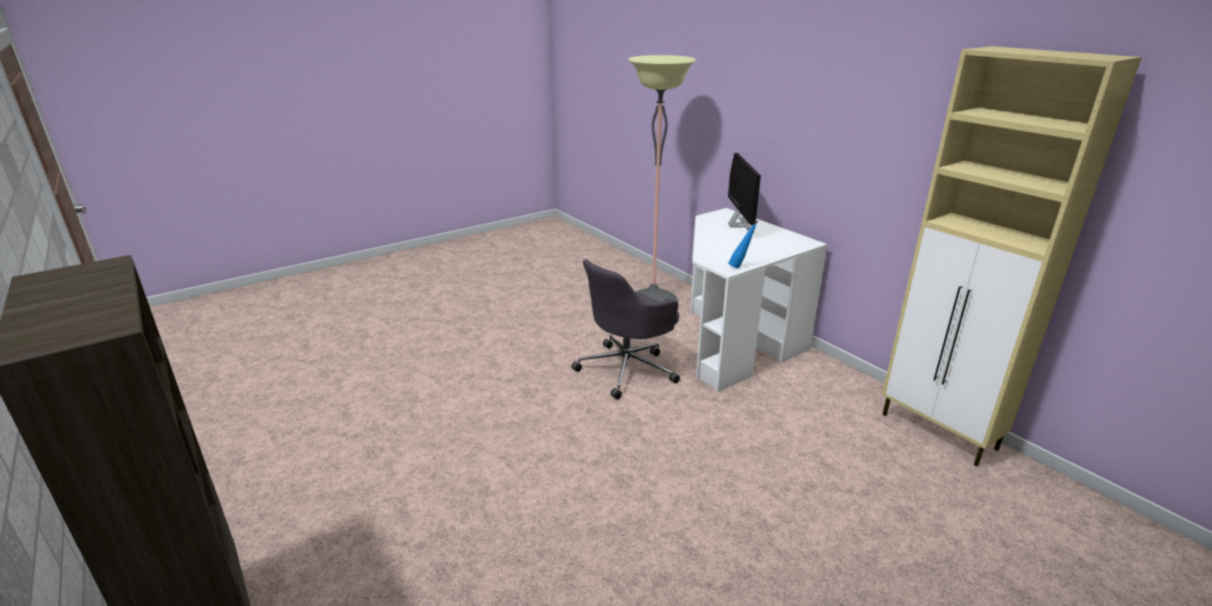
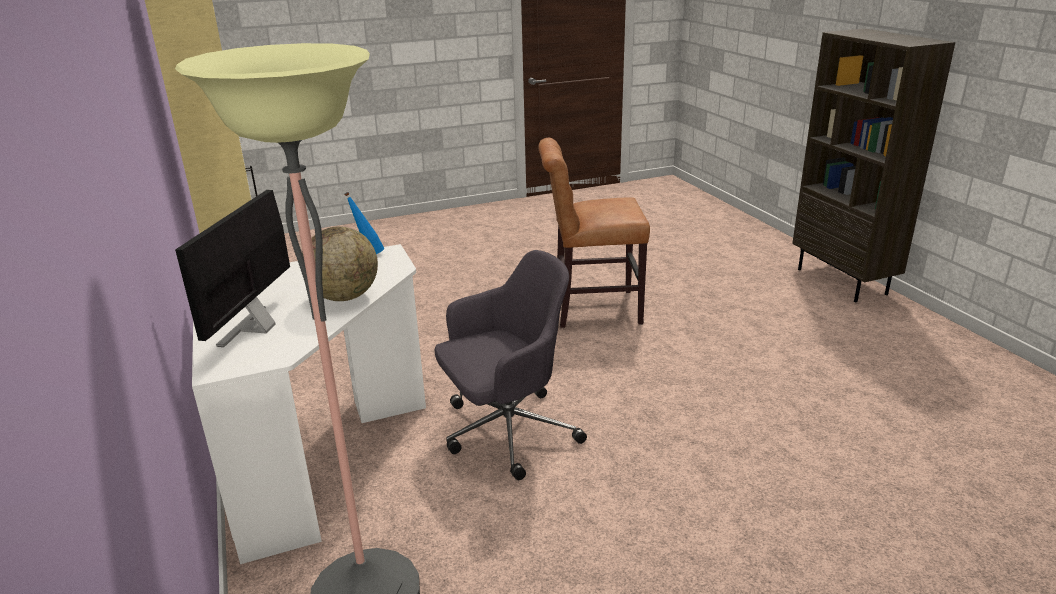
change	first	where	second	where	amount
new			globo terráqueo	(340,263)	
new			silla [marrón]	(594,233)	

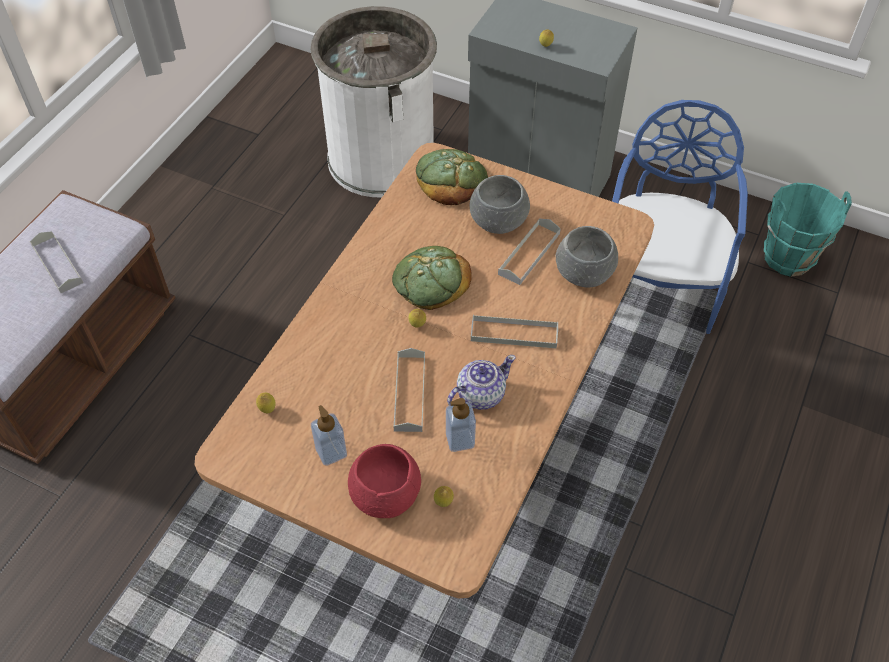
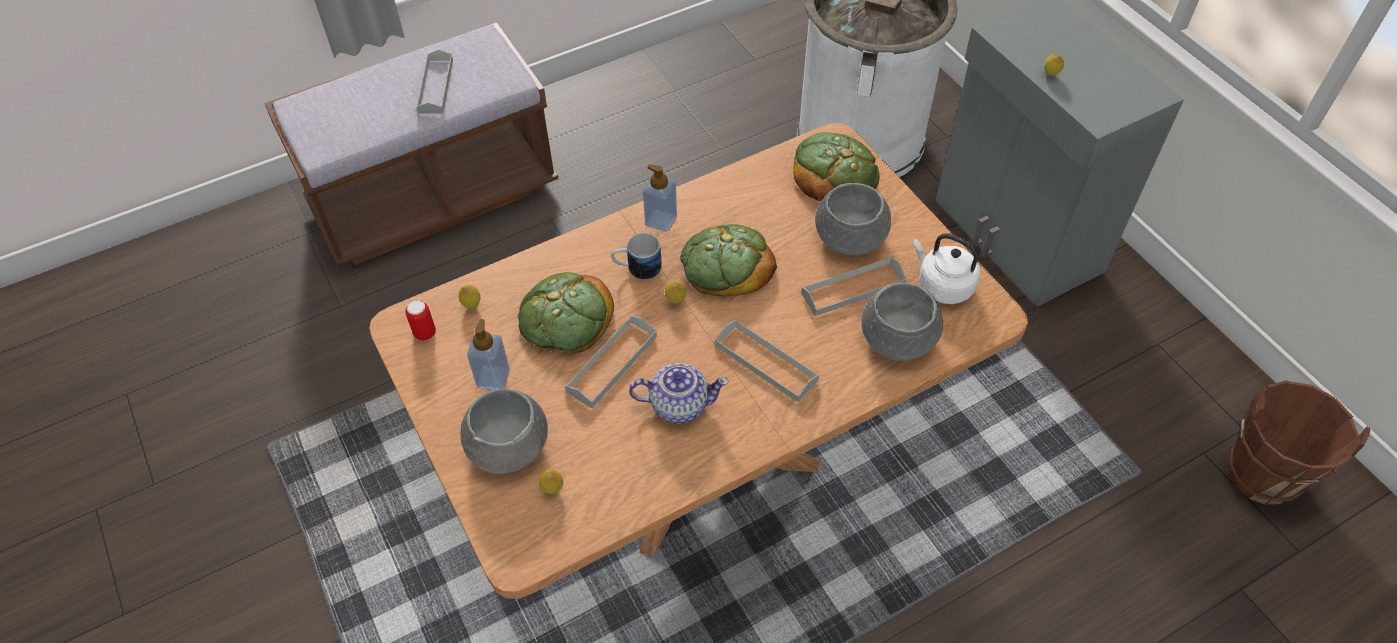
change	first	where	second	where	amount
new			lata	(420,320)	
repainted	cuenco [rojo]	(384,481)	cuenco [gris]	(504,431)	
new			pan	(566,313)	
new			taza grande	(636,256)	
shifted	dispensador de jabón	(461,425)		(660,198)	
new			hervidor [blanco]	(946,268)	
repainted	cubo [turquesa]	(808,229)	cubo [marrón]	(1299,442)	
gone	silla [azul]	(680,217)			

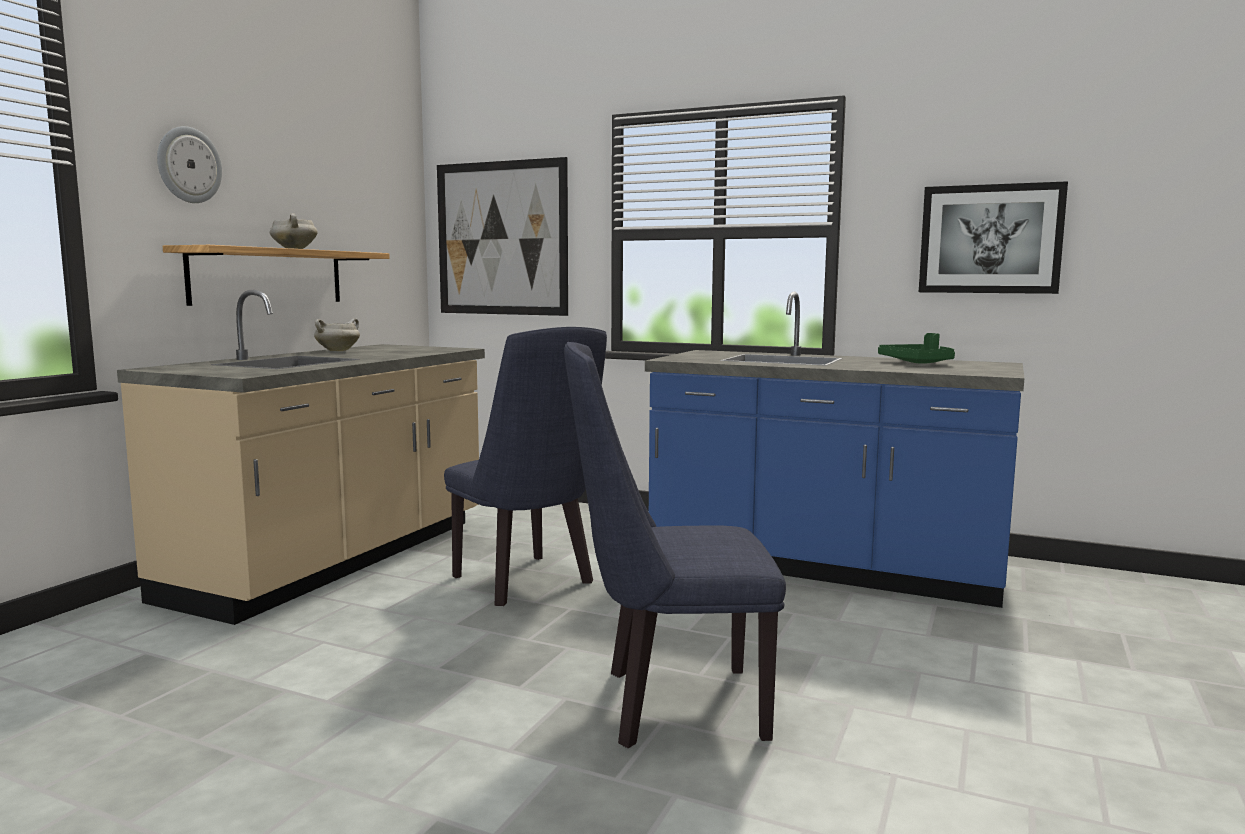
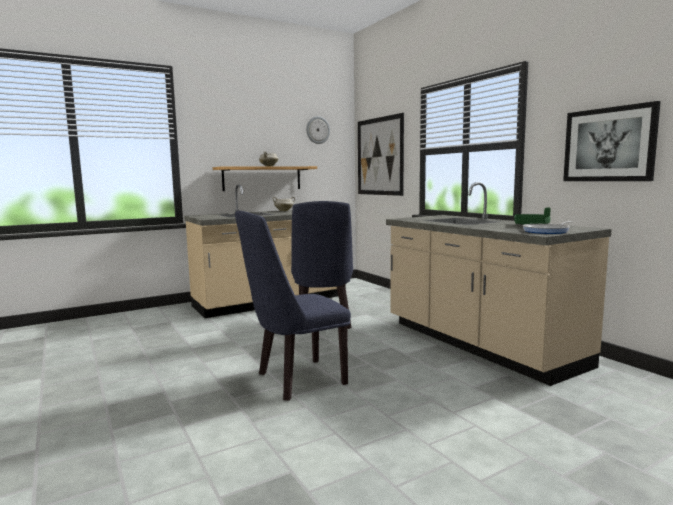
change	first	where	second	where	amount
rotated	silla [azul]	(675,545)		(293,306)	60 degrees counterclockwise
shifted	reloj de pared	(189,164)		(318,130)	
repainted	mueble bajo de cocina [azul]	(834,450)	mueble bajo de cocina [beis]	(499,284)	
new			sartén	(548,227)	

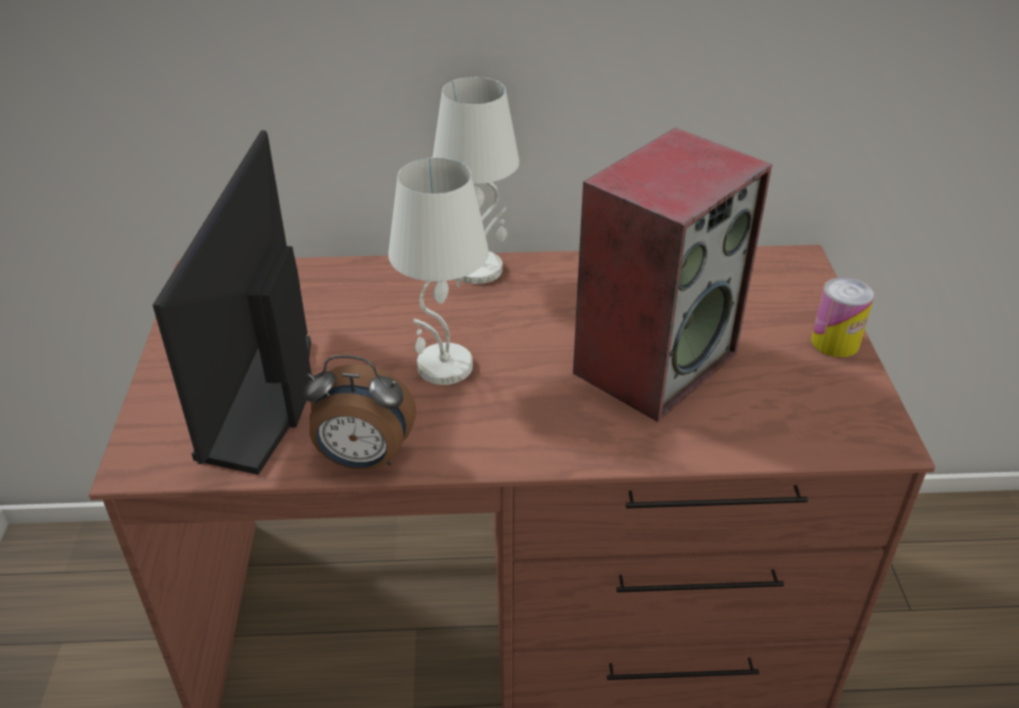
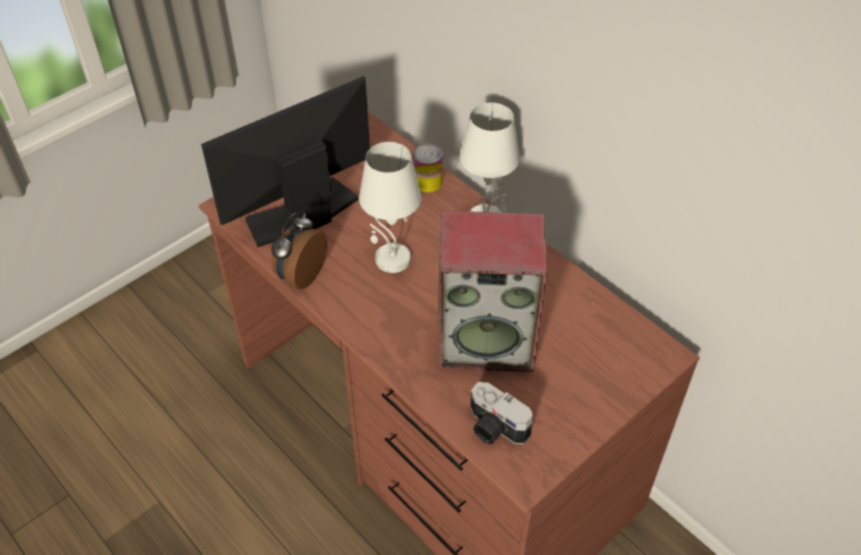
change	first	where	second	where	amount
rotated	despertador	(360,412)		(299,251)	60 degrees clockwise
shifted	lata	(842,317)		(428,168)	
new			cámara	(502,413)	

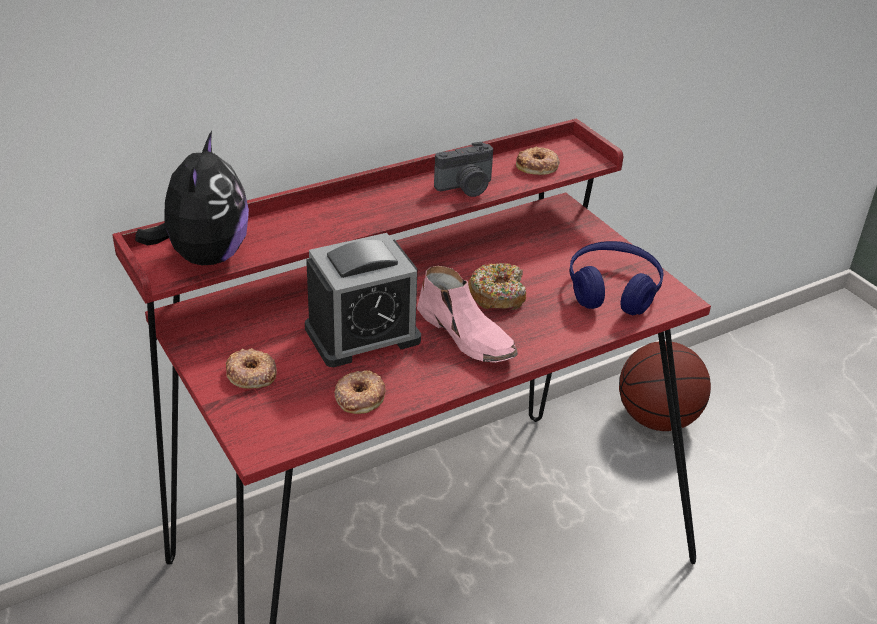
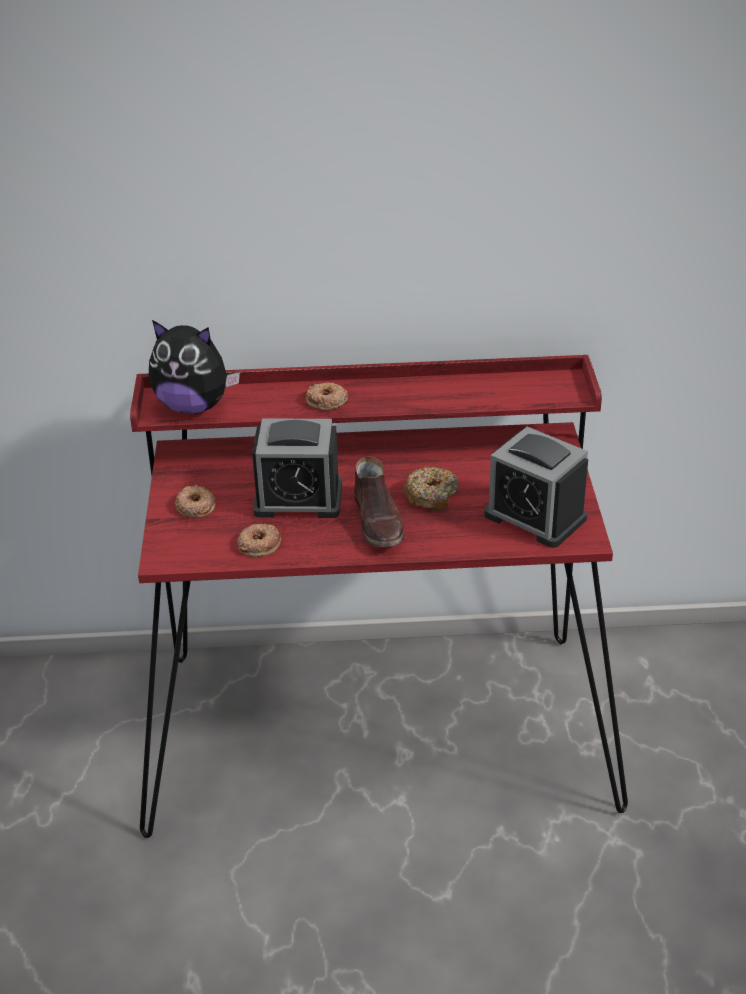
change	first	where	second	where	amount
rotated	peluche	(192,198)		(194,367)	75 degrees clockwise
shifted	rosquilla	(538,161)		(327,396)	
repainted	zapato [rosa]	(467,314)	zapato [marrón]	(379,501)	
swapped	auriculares [azul]	(617,278)	despertador	(536,487)	
gone	cámara	(463,169)			
gone	balón de baloncesto	(665,386)			

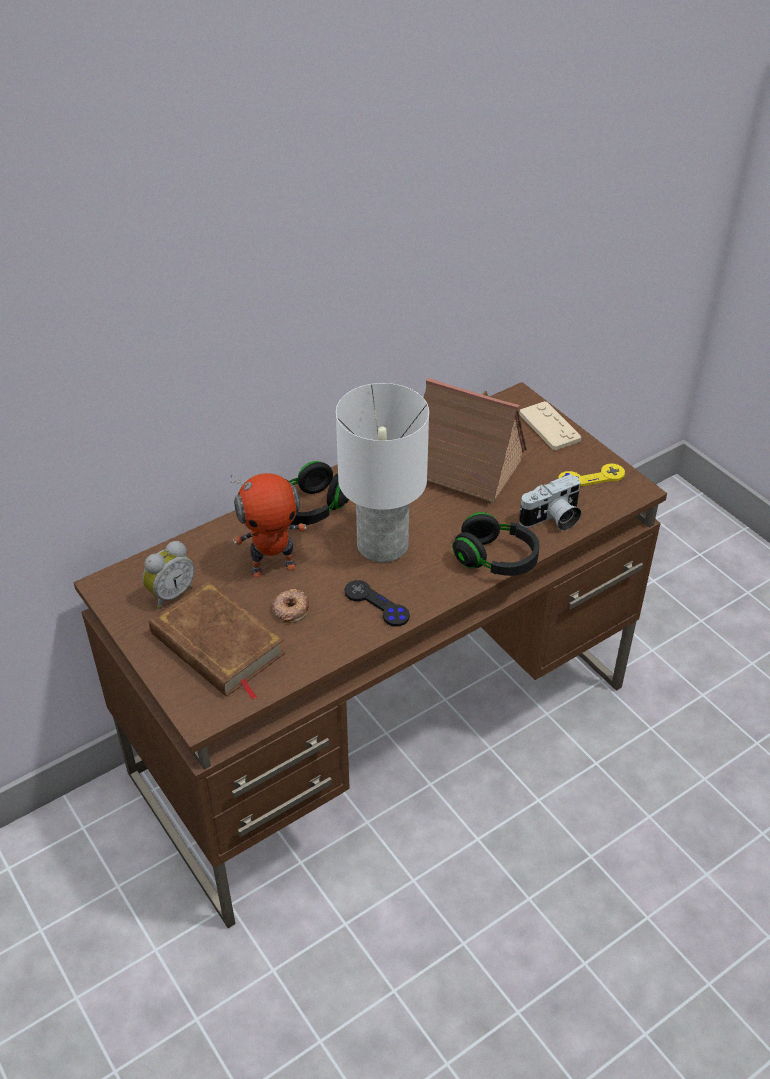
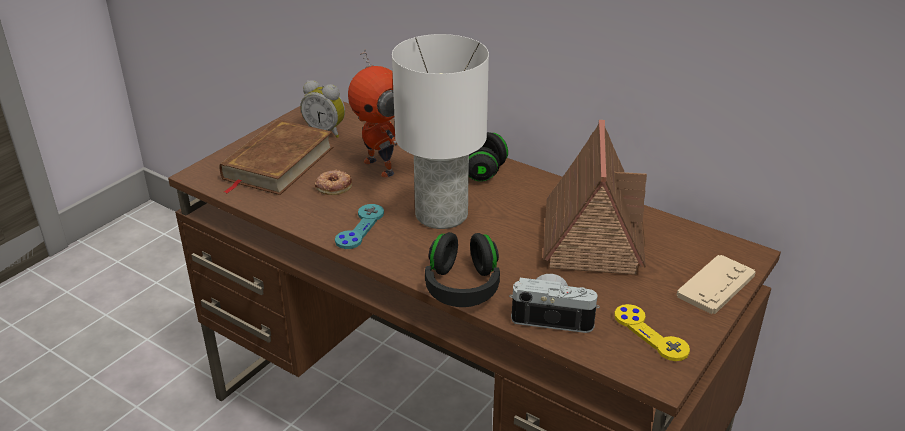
change	first	where	second	where	amount
repainted	mando de consola [negro]	(377,603)	mando de consola [turquesa]	(359,226)	
rotated	cámara	(550,502)		(554,303)	150 degrees clockwise

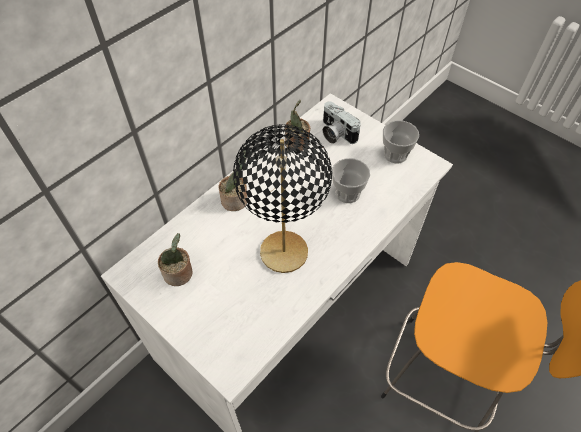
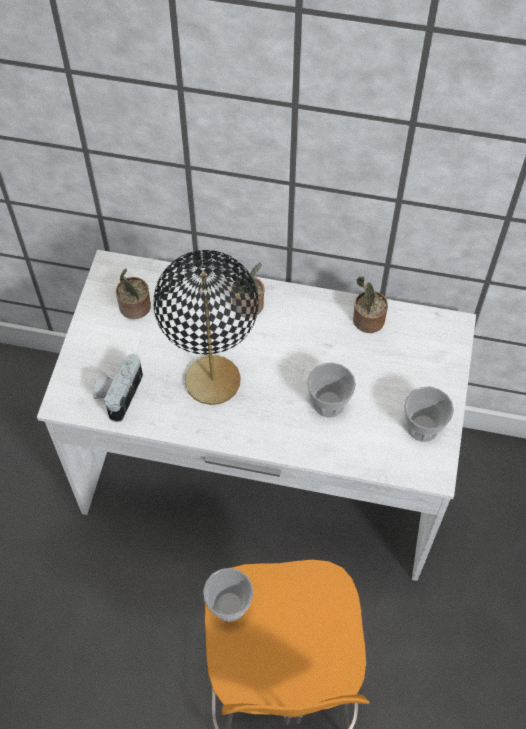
change	first	where	second	where	amount
shifted	cámara	(342,123)		(118,388)	
new			taza	(228,595)	

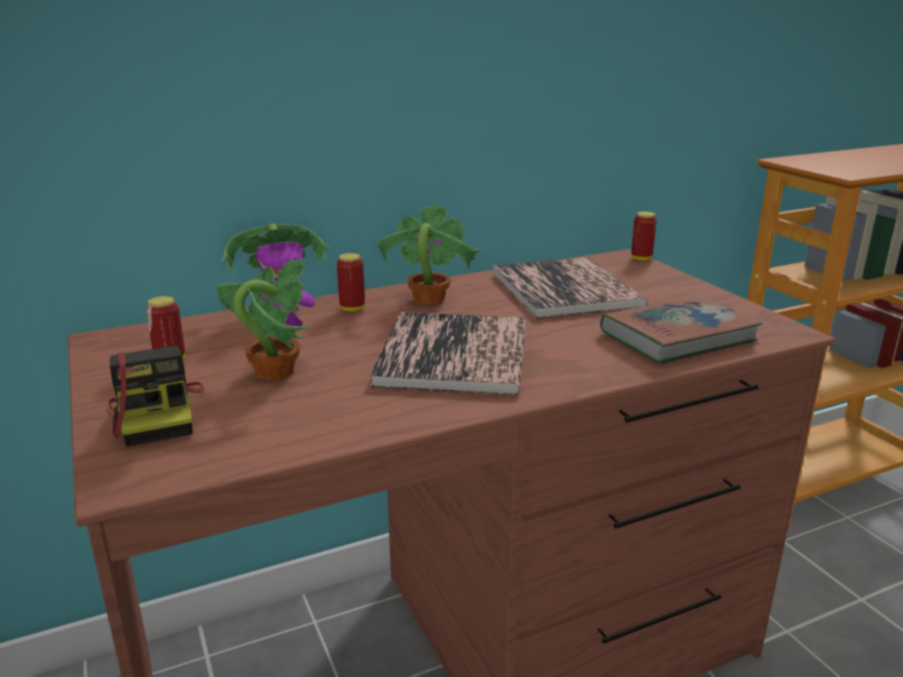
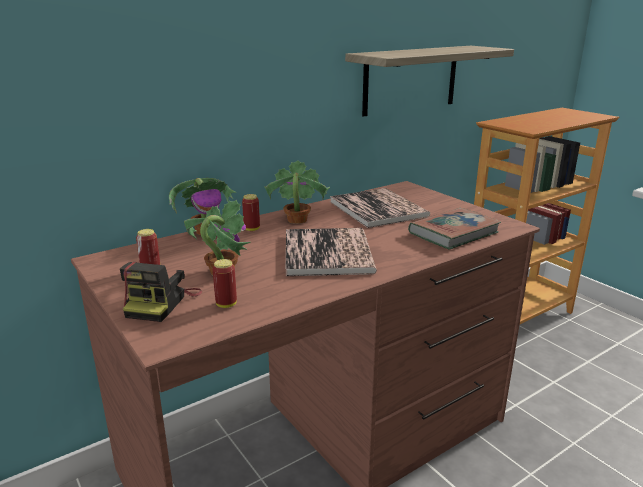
change	first	where	second	where	amount
rotated	cámara	(156,396)		(161,292)	45 degrees clockwise
shifted	lata	(644,236)		(224,283)	
new			estante	(429,81)	

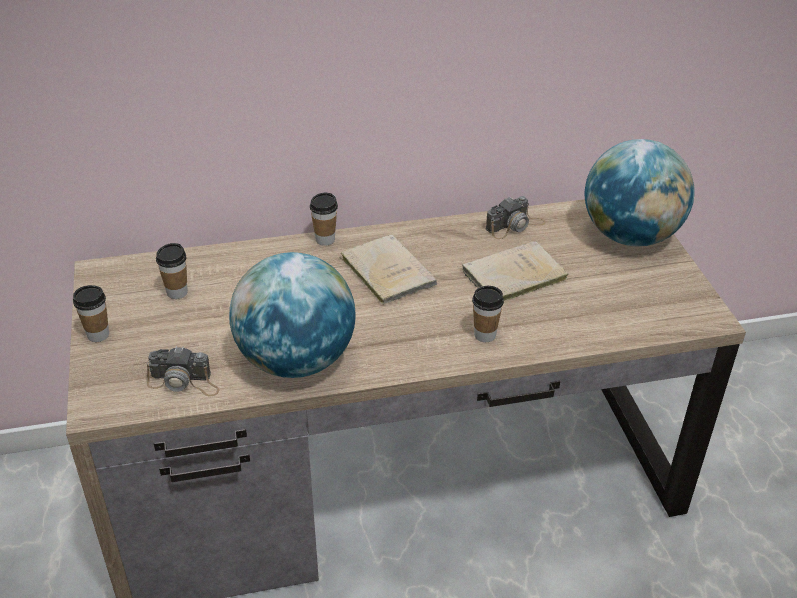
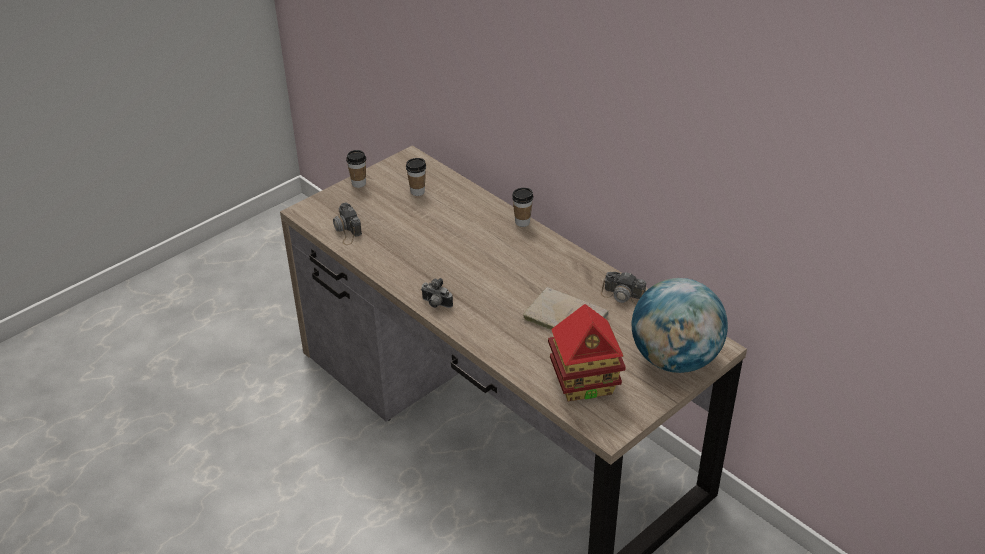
change	first	where	second	where	amount
new			cámara	(437,293)	
new			casita	(587,353)	
gone	globo terráqueo	(292,315)			
gone	libro [beis]	(388,270)			
gone	taza	(488,314)			

